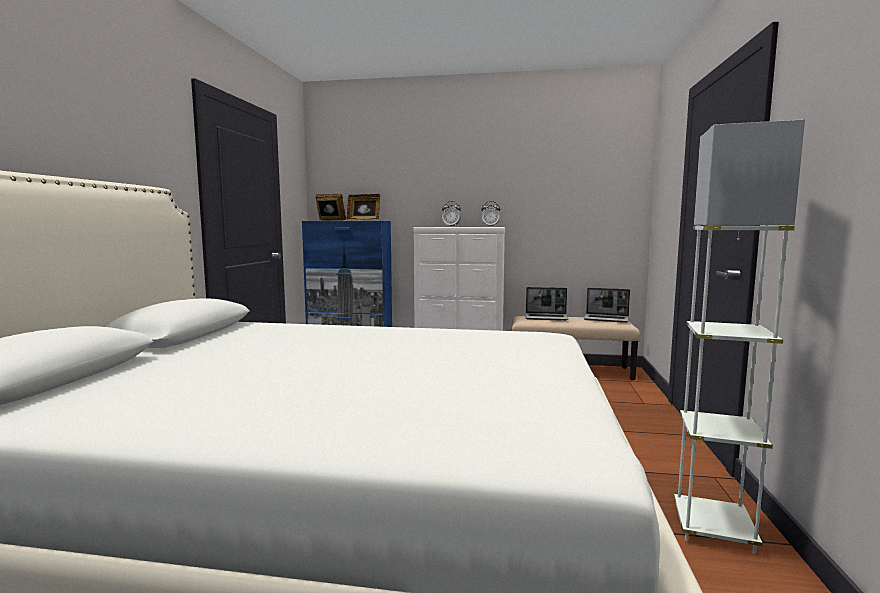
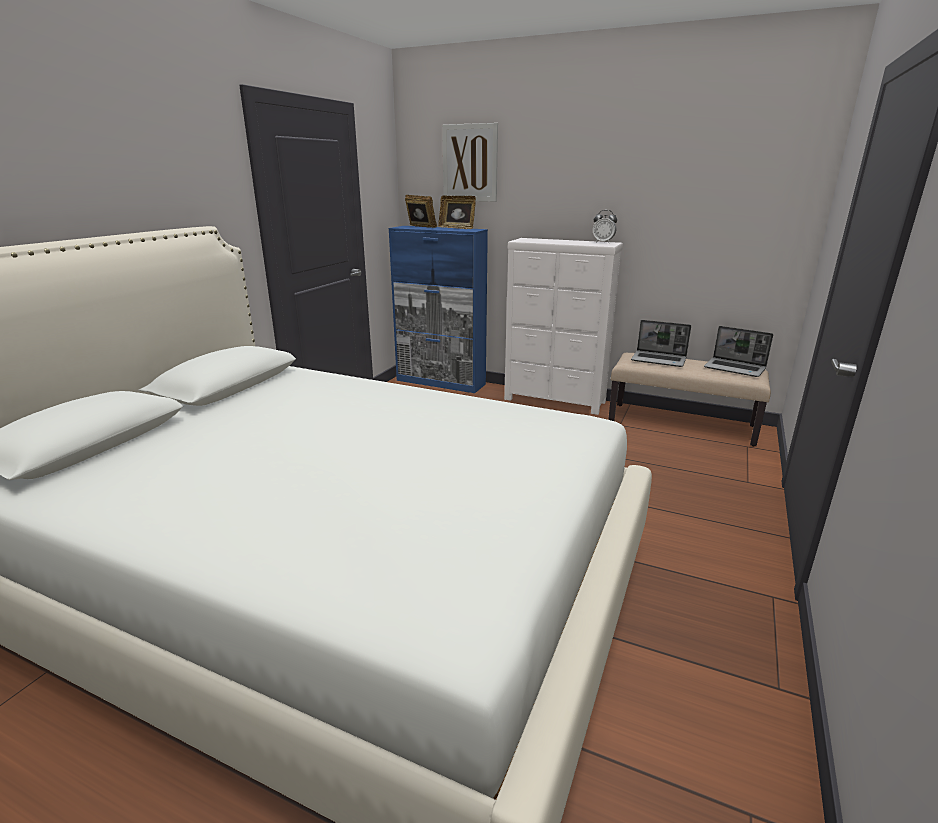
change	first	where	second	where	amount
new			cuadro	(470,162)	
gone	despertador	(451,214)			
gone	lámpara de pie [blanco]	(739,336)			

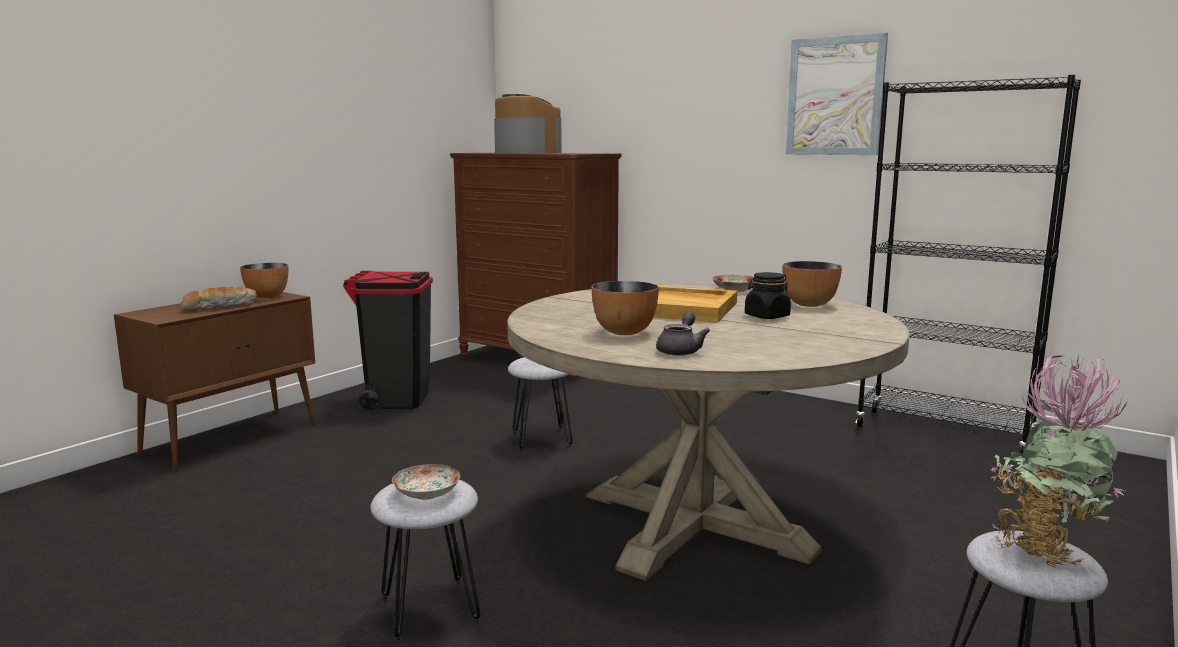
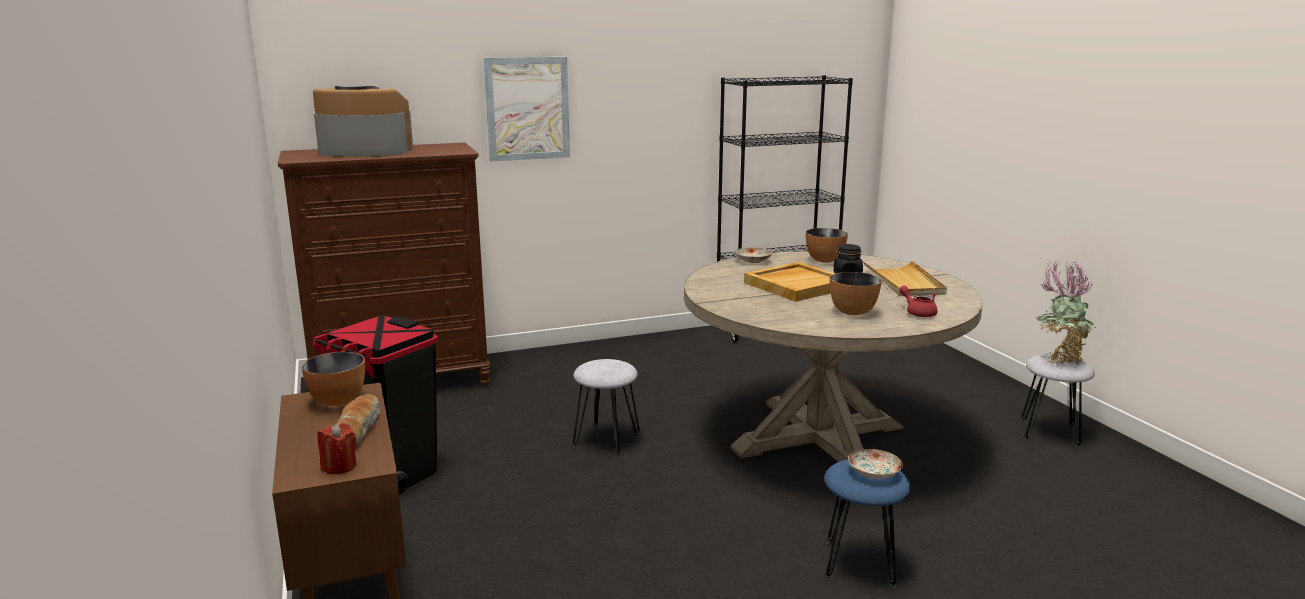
change	first	where	second	where	amount
new			vela [rojo]	(336,448)	
shifted	cuadro	(836,94)		(527,109)	
repainted	taburete [gris]	(425,561)	taburete [azul]	(868,524)	
new			bandeja [beis]	(905,278)	
repainted	tetera [gris]	(683,334)	tetera [rojo]	(918,301)	

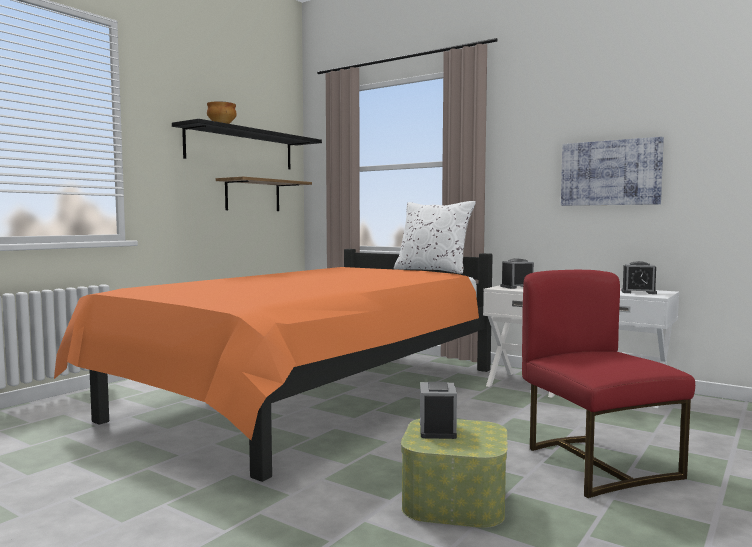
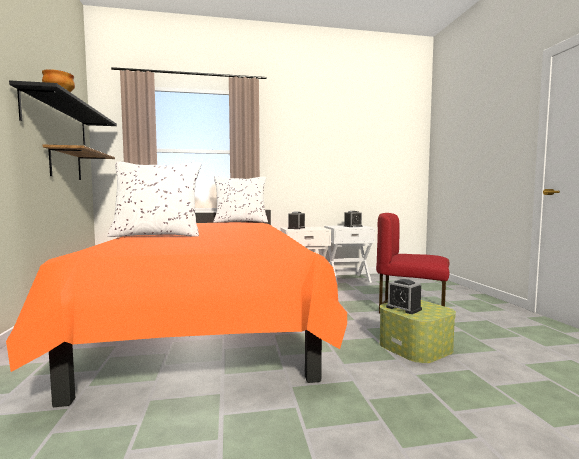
change	first	where	second	where	amount
new			cojín [blanco]	(154,199)	
gone	cuadro	(612,171)			

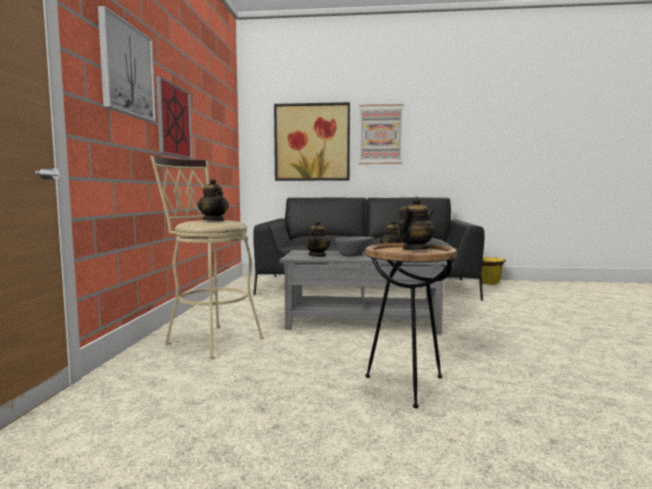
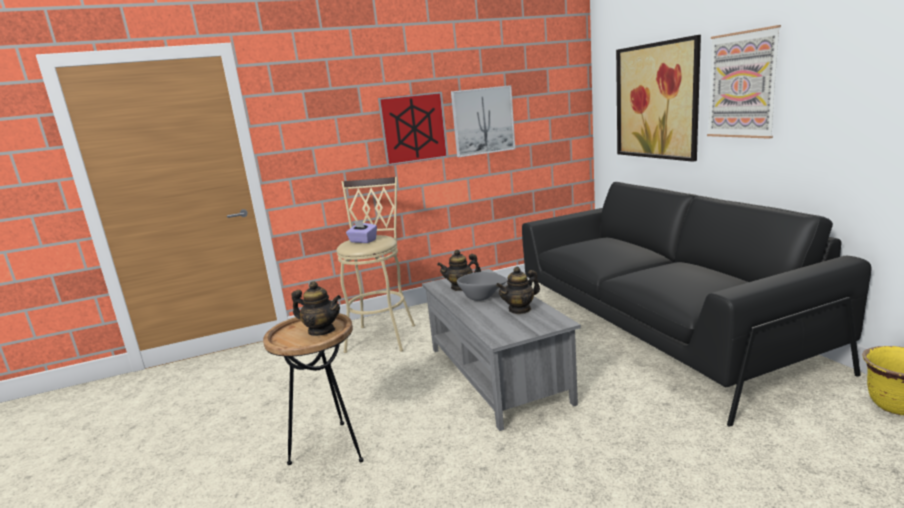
change	first	where	second	where	amount
swapped	tetera	(213,199)	caja de pañuelos [morado]	(361,232)	
shifted	cuadro	(127,64)		(483,121)	

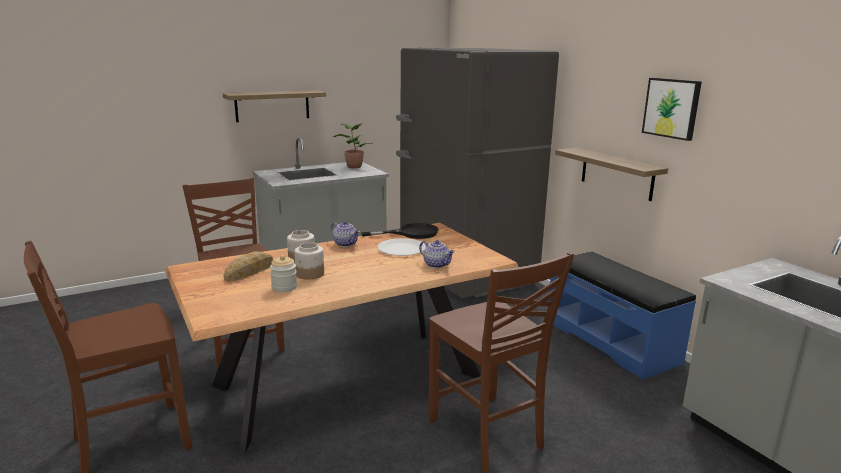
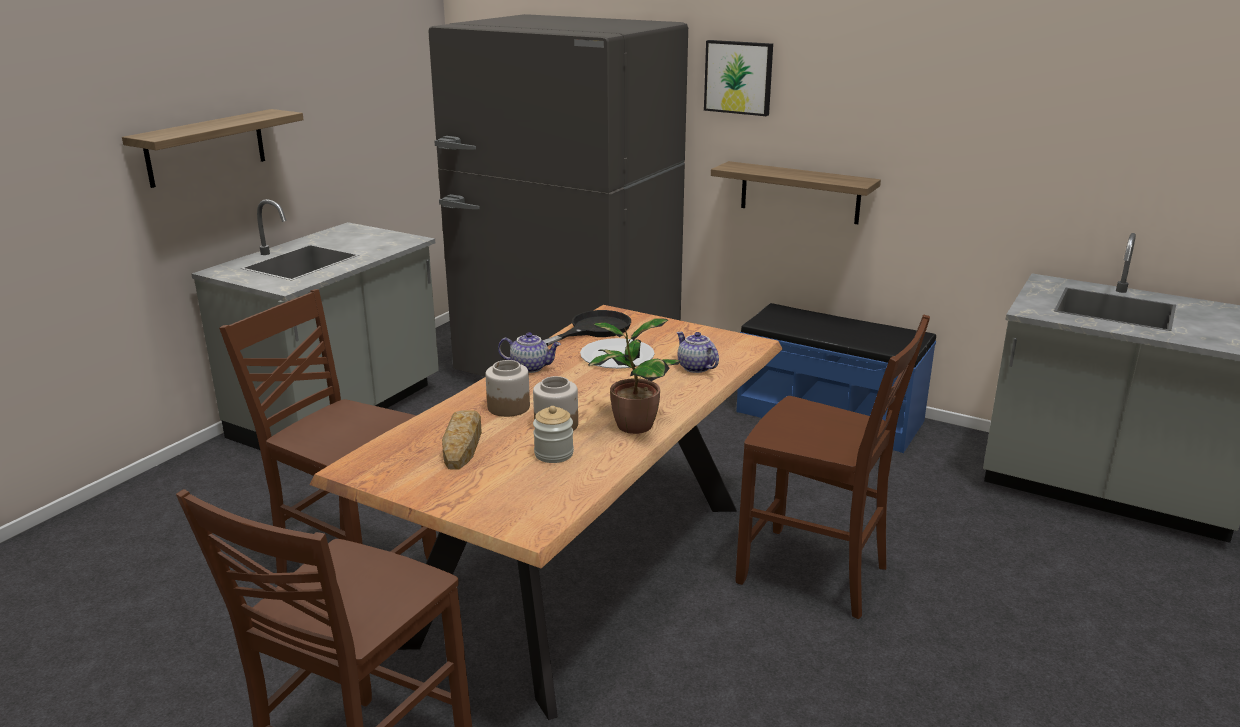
change	first	where	second	where	amount
shifted	planta en maceta	(353,146)		(634,376)	
rotated	tetera	(437,254)		(698,352)	135 degrees counterclockwise
shifted	cuadro	(672,109)		(738,78)	

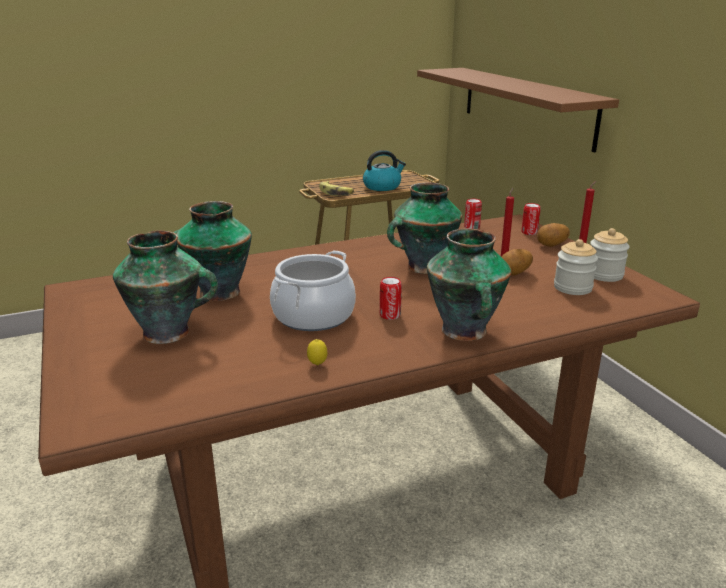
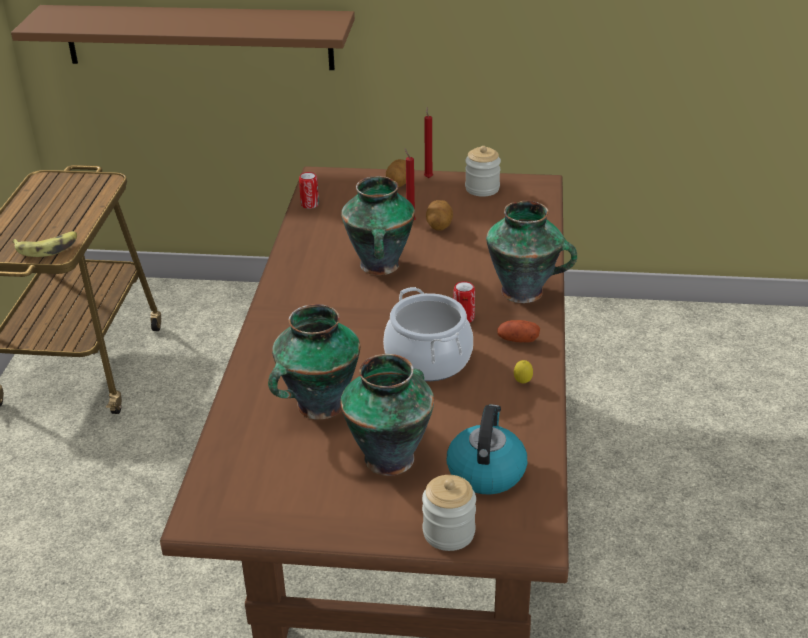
change	first	where	second	where	amount
shifted	tarro	(576,267)		(449,513)	
shifted	hervidor	(384,170)		(487,449)	
new			patata	(518,331)	
gone	lata	(531,219)			

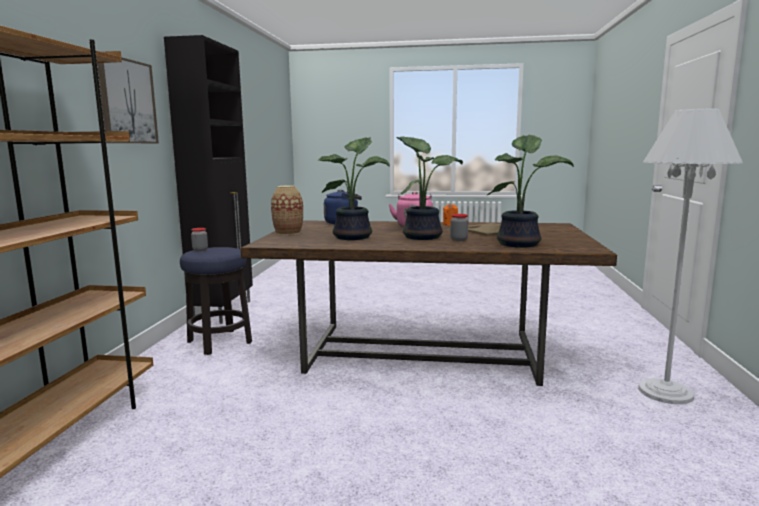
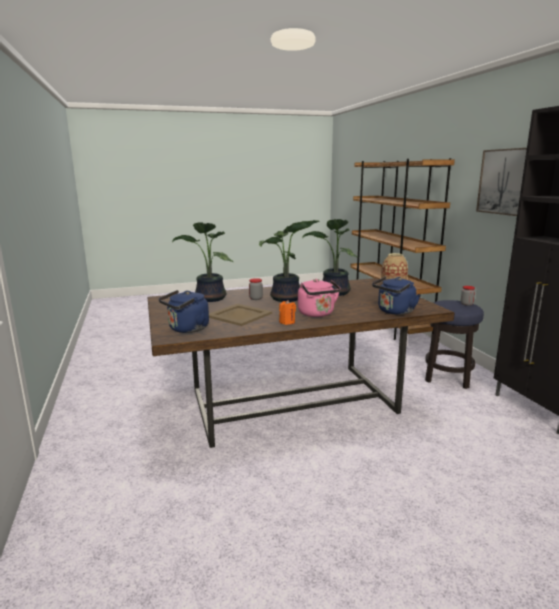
change	first	where	second	where	amount
new			hervidor [azul]	(184,311)	
gone	lámpara de pie [blanco]	(690,256)			

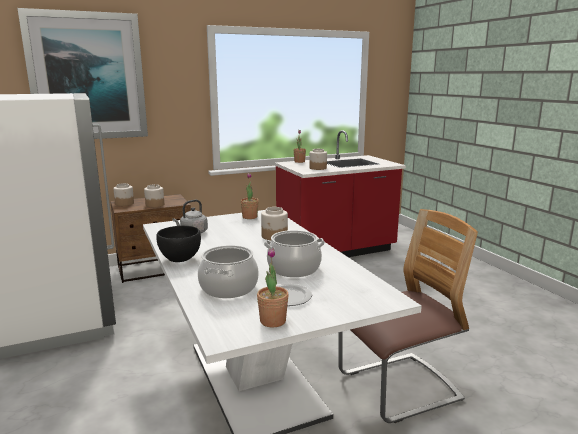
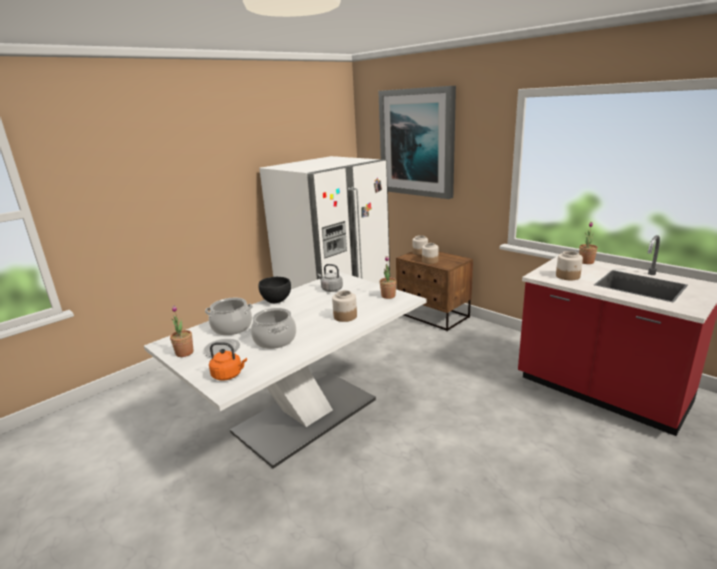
change	first	where	second	where	amount
new			hervidor [naranja]	(228,361)	
gone	silla	(408,316)			

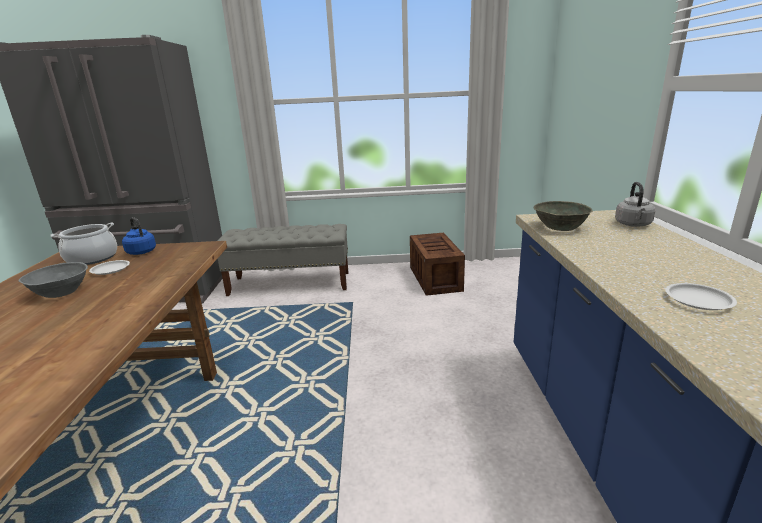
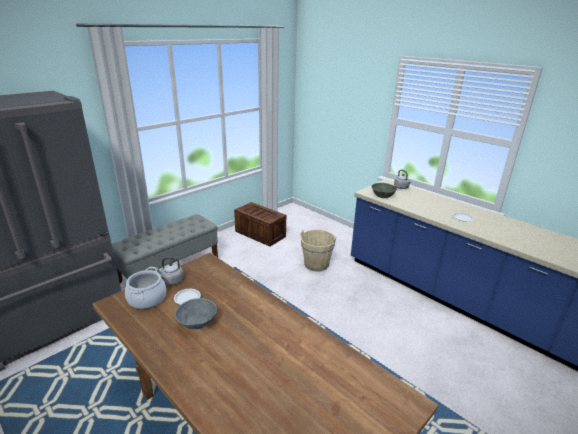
change	first	where	second	where	amount
repainted	hervidor [azul]	(139,236)	hervidor [gris]	(169,271)	
new			cubo [beis]	(318,251)	

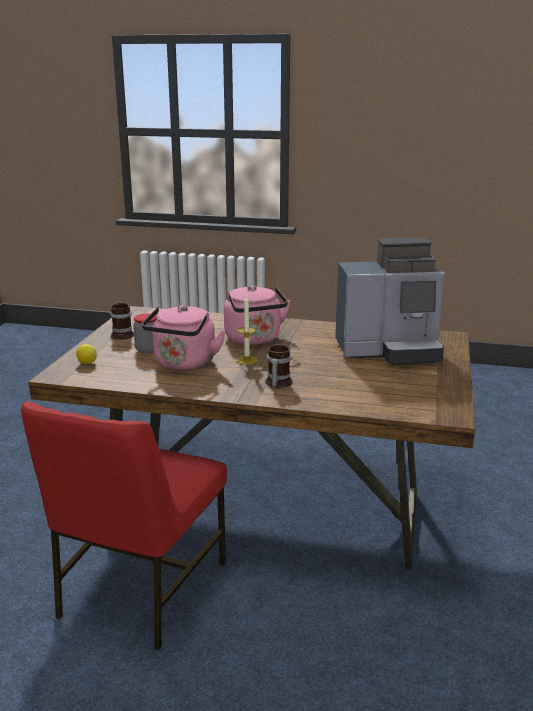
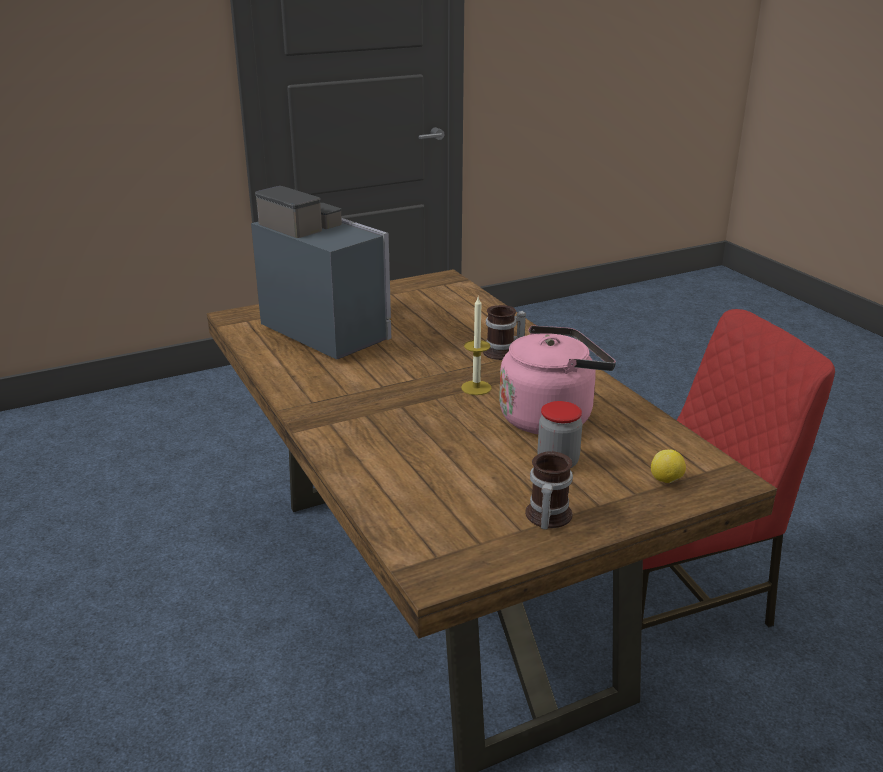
change	first	where	second	where	amount
gone	hervidor [rosa]	(257,315)			

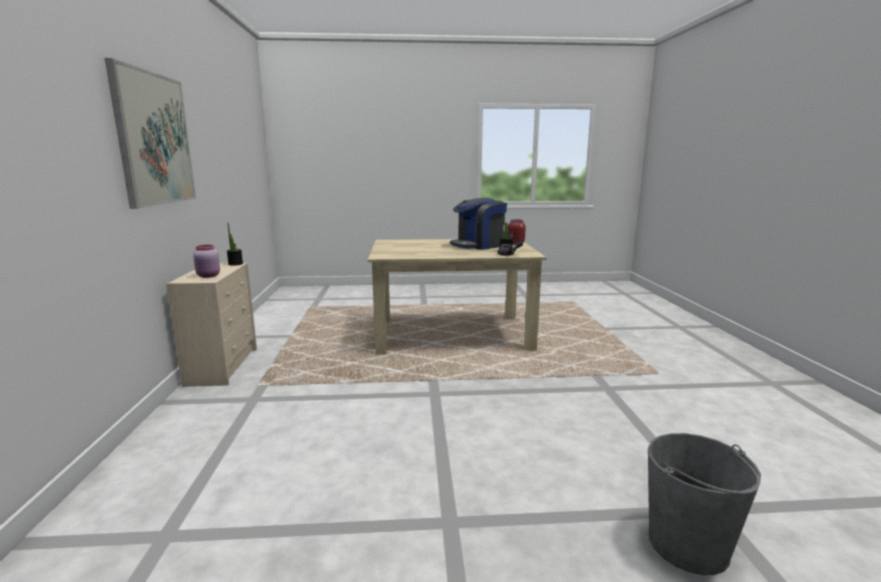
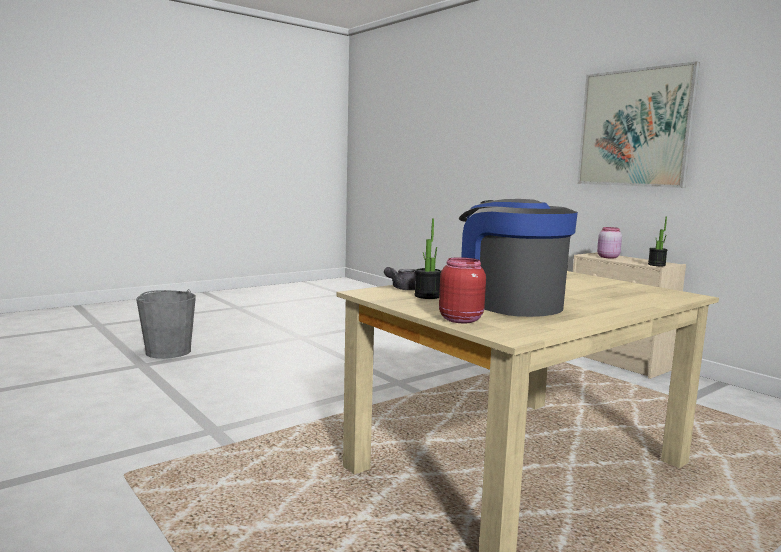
change	first	where	second	where	amount
rotated	cafetera	(478,224)		(518,258)	60 degrees counterclockwise

